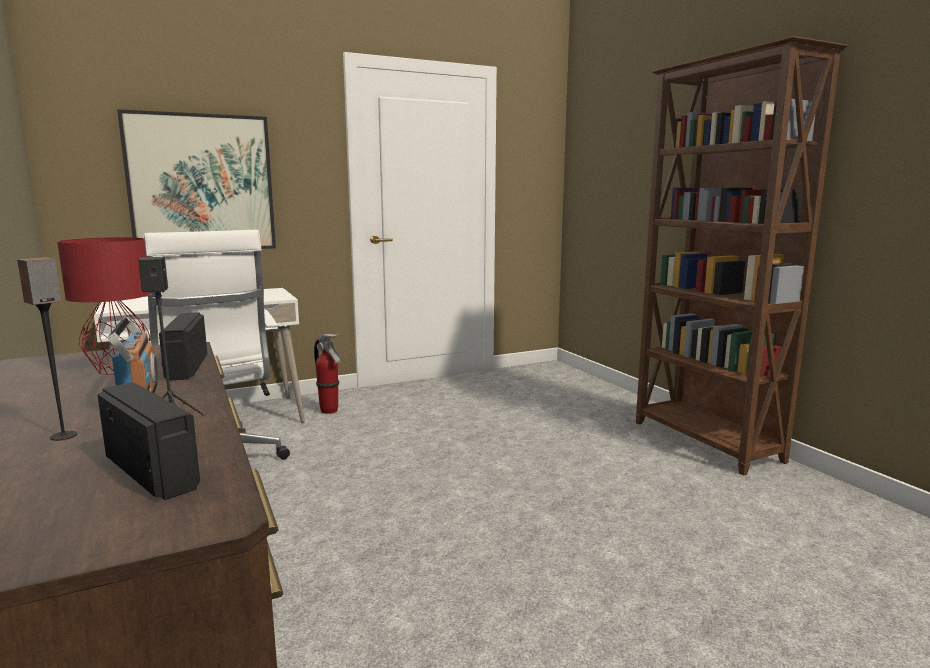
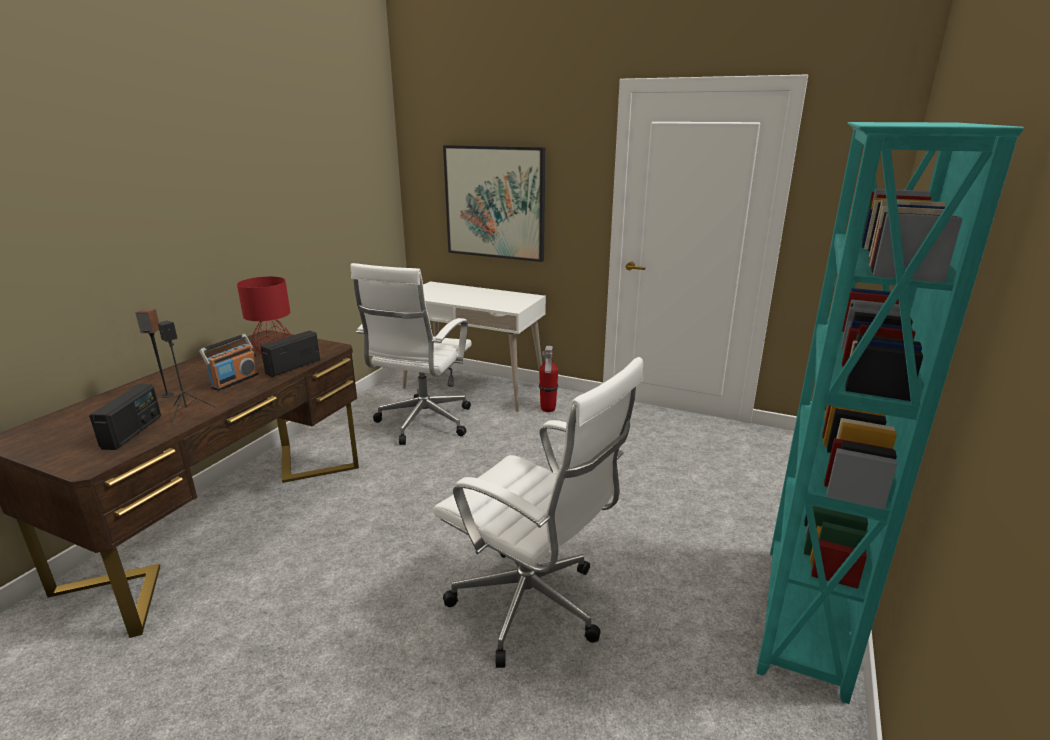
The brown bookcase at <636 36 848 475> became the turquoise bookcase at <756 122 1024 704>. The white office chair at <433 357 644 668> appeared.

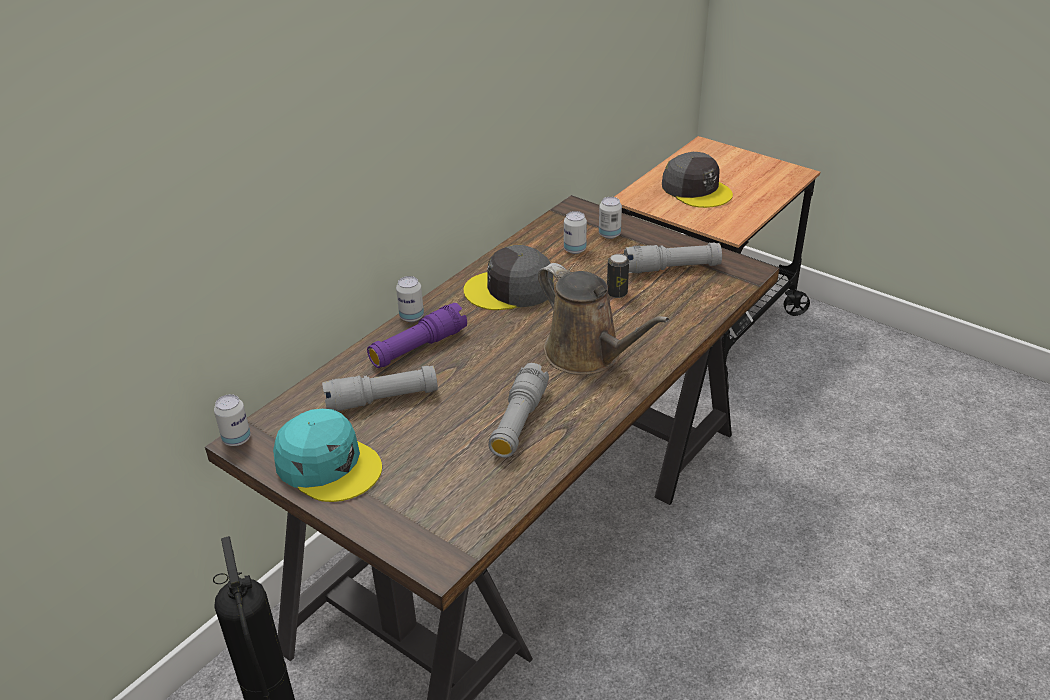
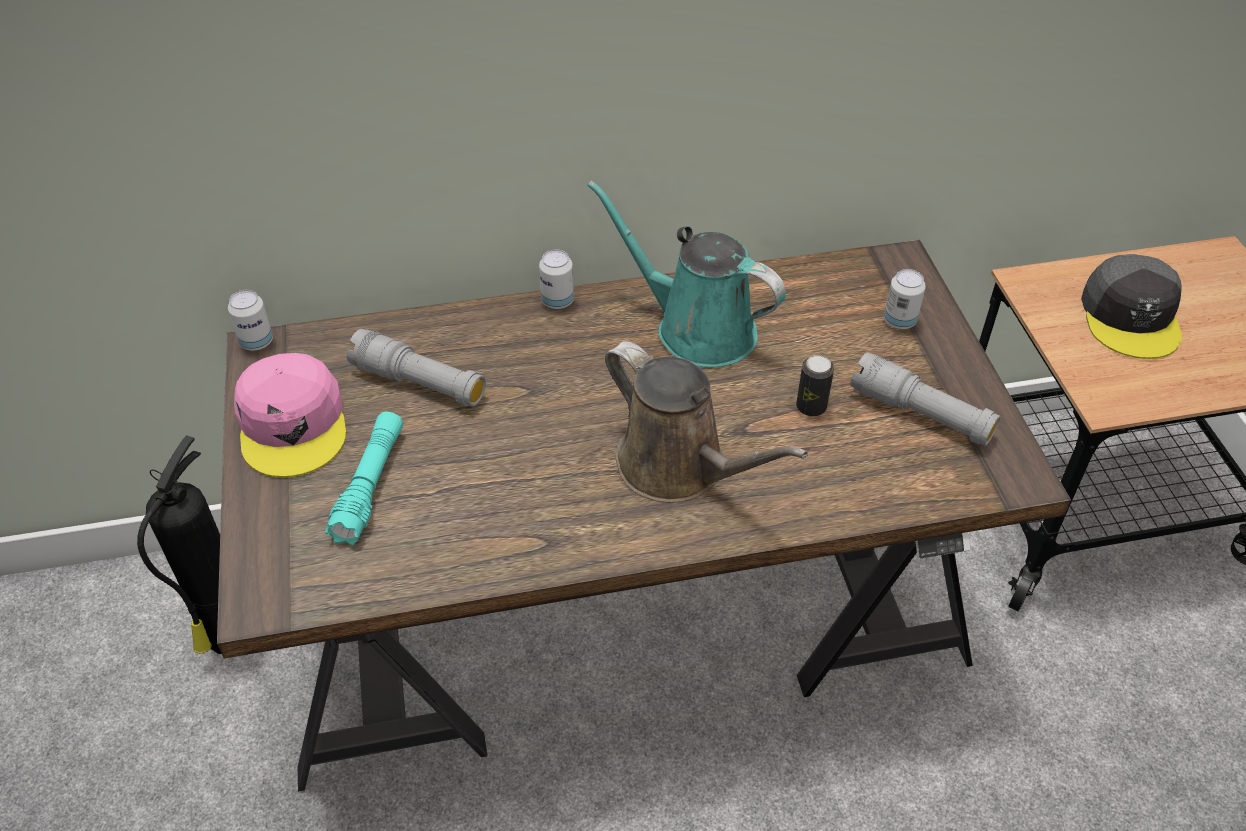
The can at <564 211 587 254> disappeared. The grey cap at <463 245 554 310> was replaced by the turquoise watering can at <587 180 786 368>. The brown watering can at <538 263 669 375> turned 45 degrees counterclockwise. The purple flashlight at <367 303 467 368> disappeared. The grey flashlight at <488 363 549 458> disappeared. The turquoise cap at <273 409 382 502> became the pink cap at <234 353 346 478>. The turquoise flashlight at <325 412 403 546> appeared.

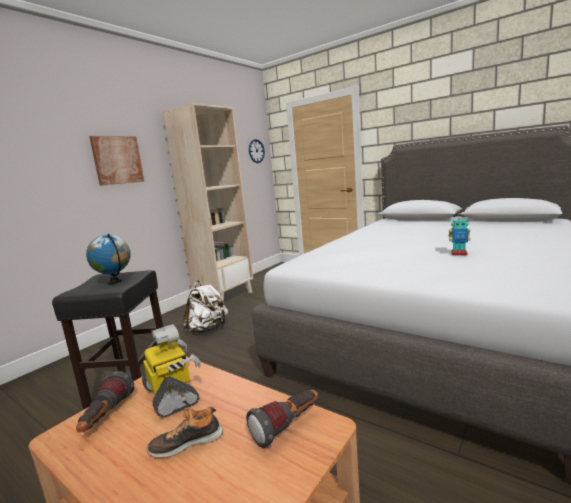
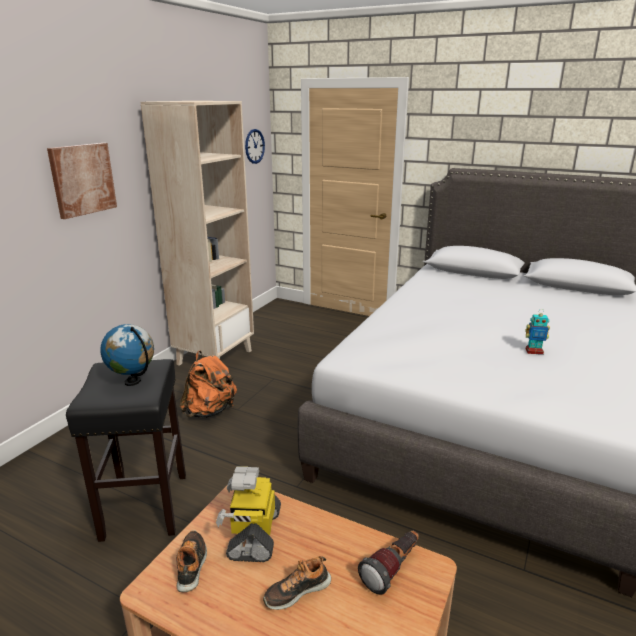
The white backpack at <183 280 228 333> became the orange backpack at <180 351 237 418>. The toy robot at <142 324 201 417> turned 135 degrees counterclockwise. The flashlight at <76 371 134 432> was replaced by the shoe at <176 530 207 592>.

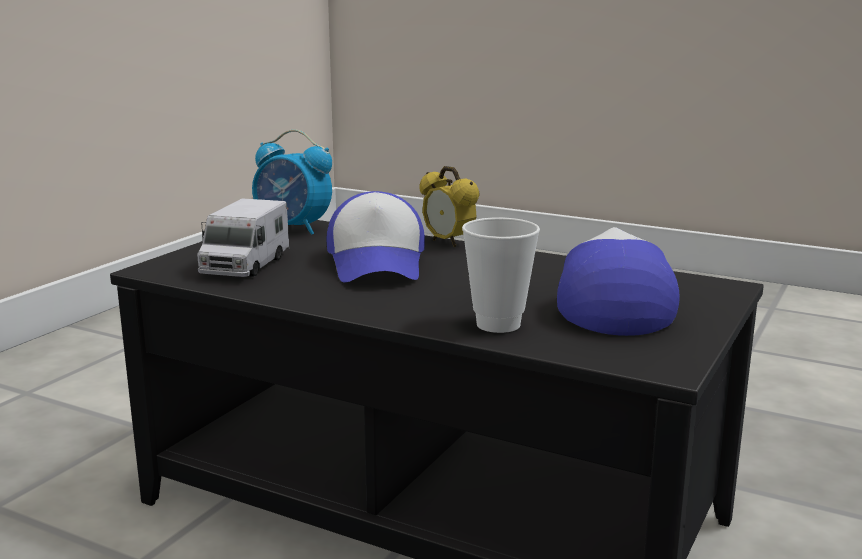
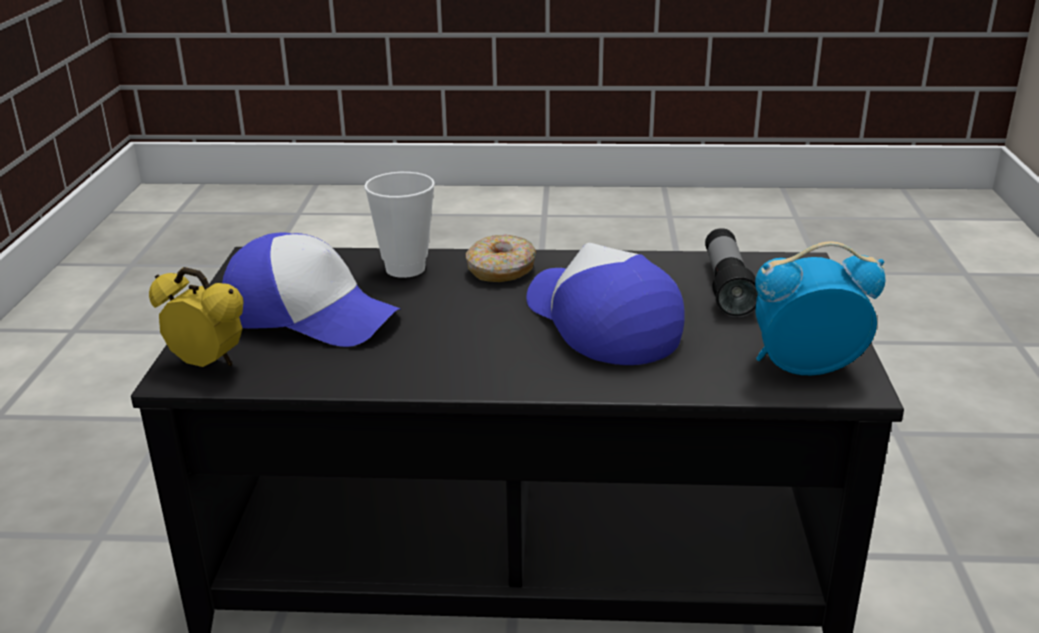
The alarm clock moved from <419 166 480 247> to <149 267 244 367>. The toy truck at <197 198 290 277> was replaced by the flashlight at <705 228 758 317>. The cap at <557 227 680 336> turned 45 degrees counterclockwise. The donut at <466 234 536 282> appeared.

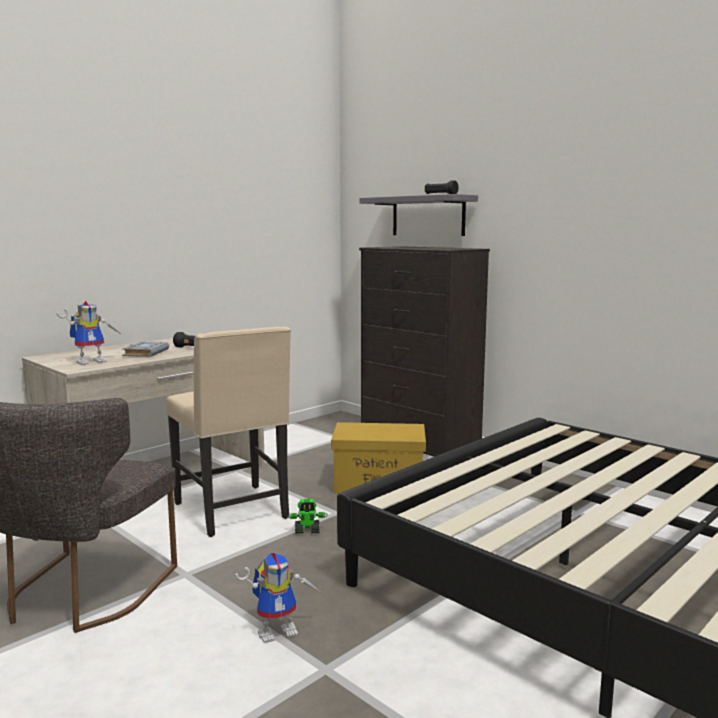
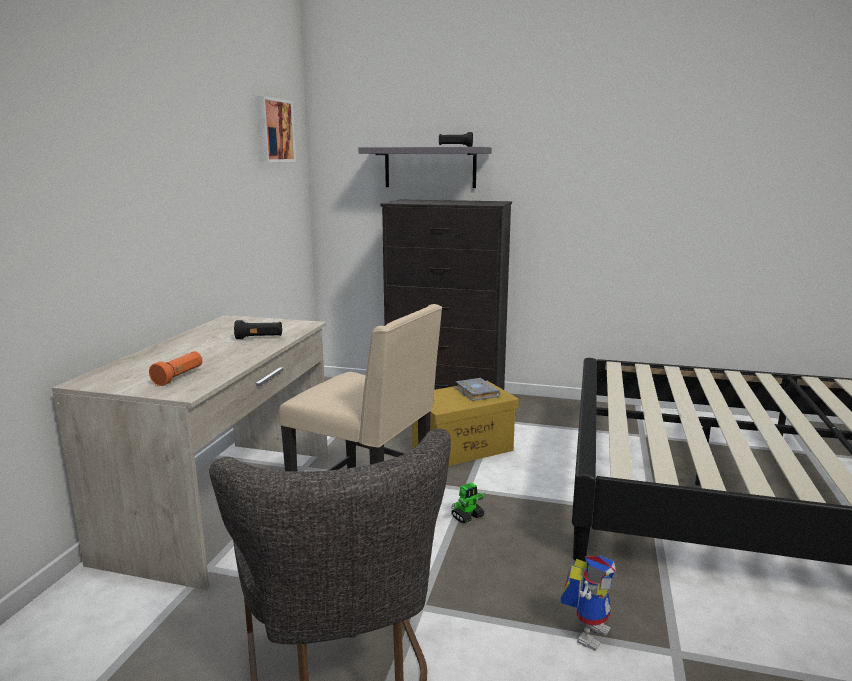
The toy robot at <57 301 122 365> was replaced by the orange flashlight at <149 351 202 386>. The grey book moved from <122 342 169 357> to <455 378 501 401>. The picture at <256 96 296 162> appeared.

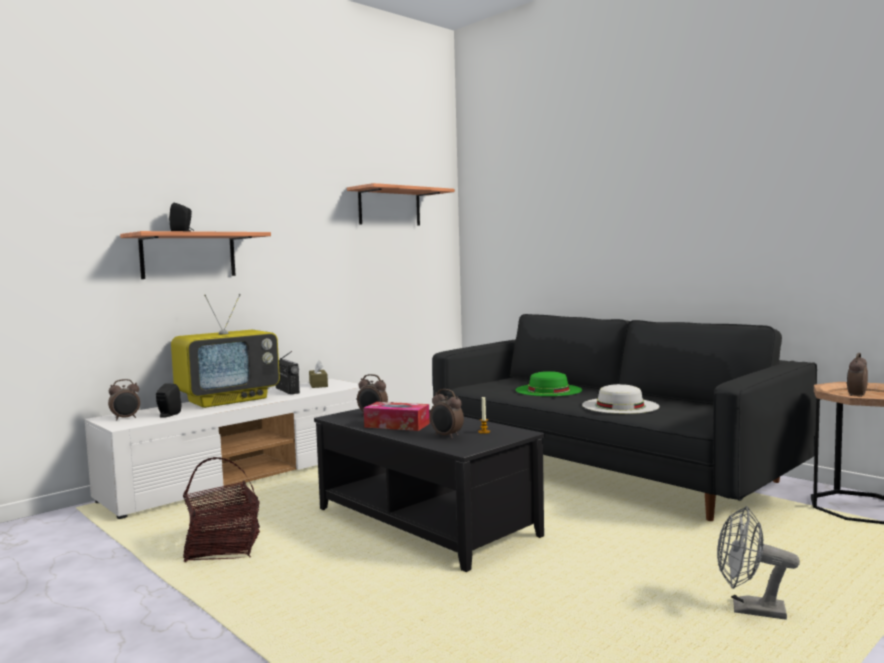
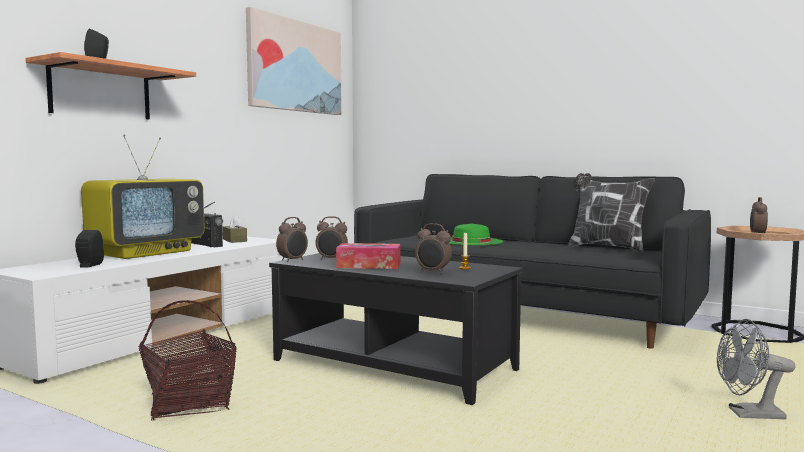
The shelf at <347 183 455 225> was replaced by the picture at <246 7 342 115>. The alarm clock moved from <108 379 140 420> to <276 217 308 262>. The white hat at <582 384 659 414> disappeared. The pillow at <568 173 655 253> appeared.

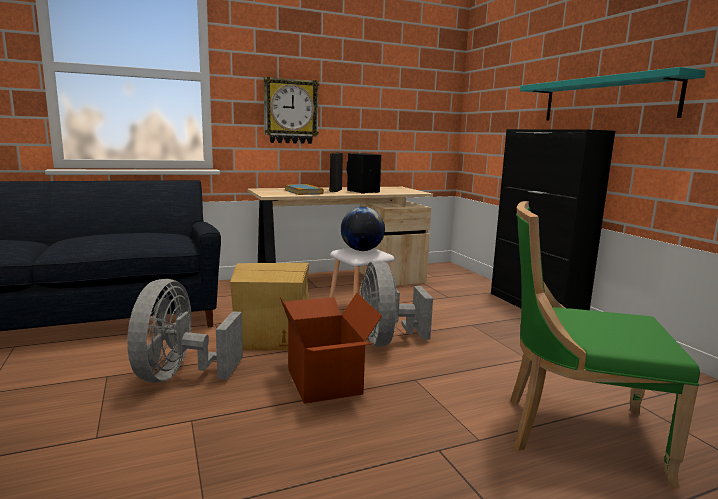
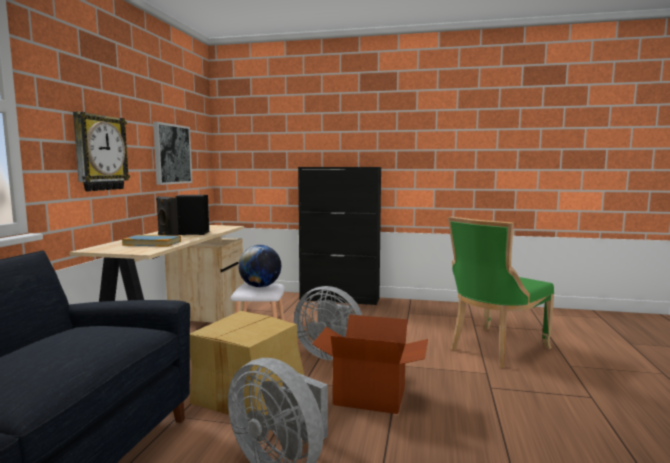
The turquoise shelf at <520 67 706 121> disappeared. The picture at <153 122 192 185> appeared.

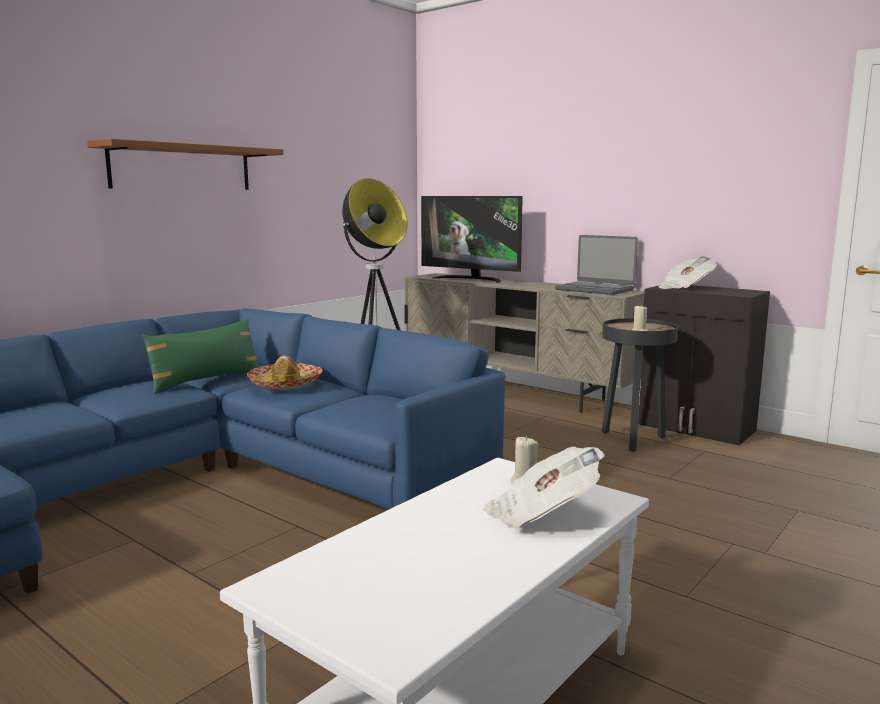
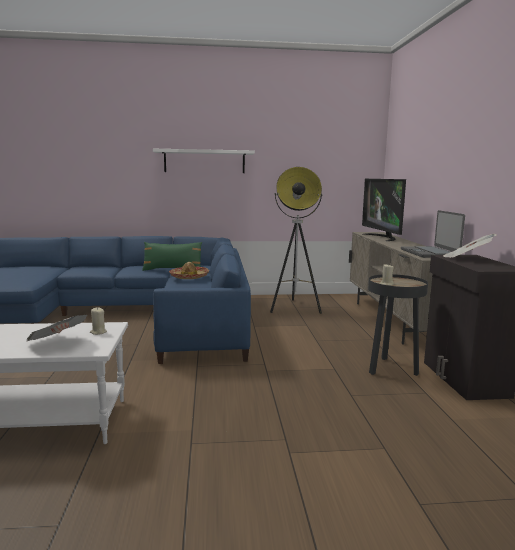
The brown shelf at <87 139 284 190> became the white shelf at <153 149 255 173>.

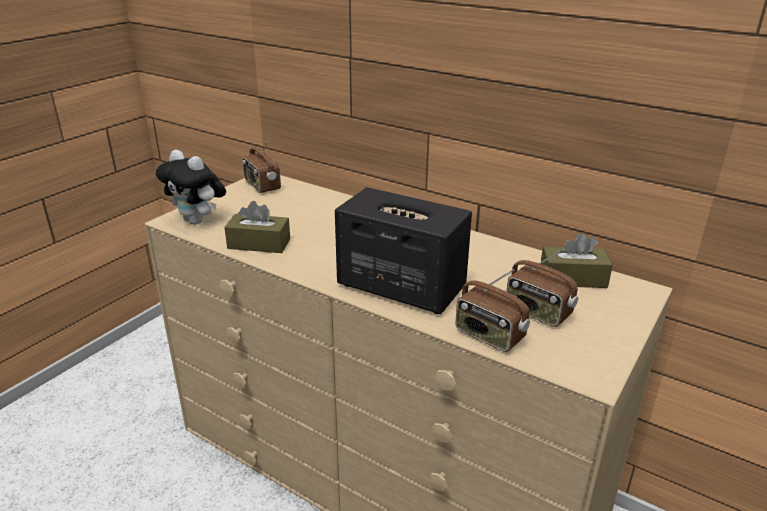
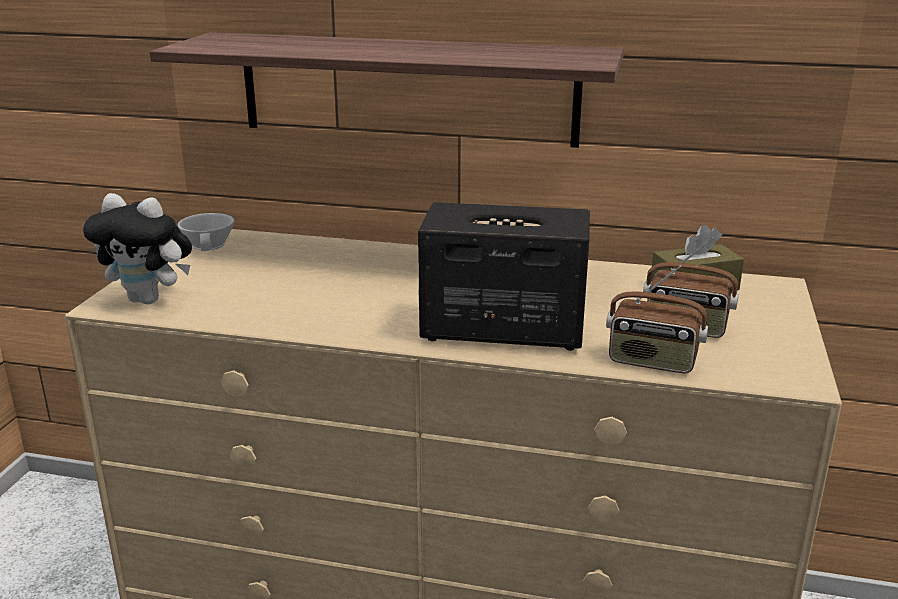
The radio at <242 138 281 193> was replaced by the white cup at <178 213 234 251>. The brown tissue box at <224 201 290 253> disappeared. The shelf at <150 32 624 148> appeared.

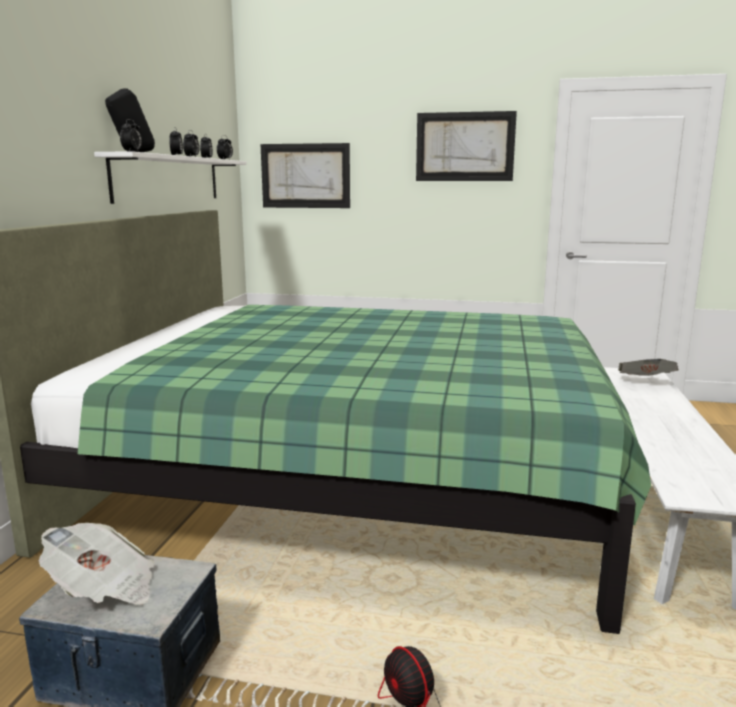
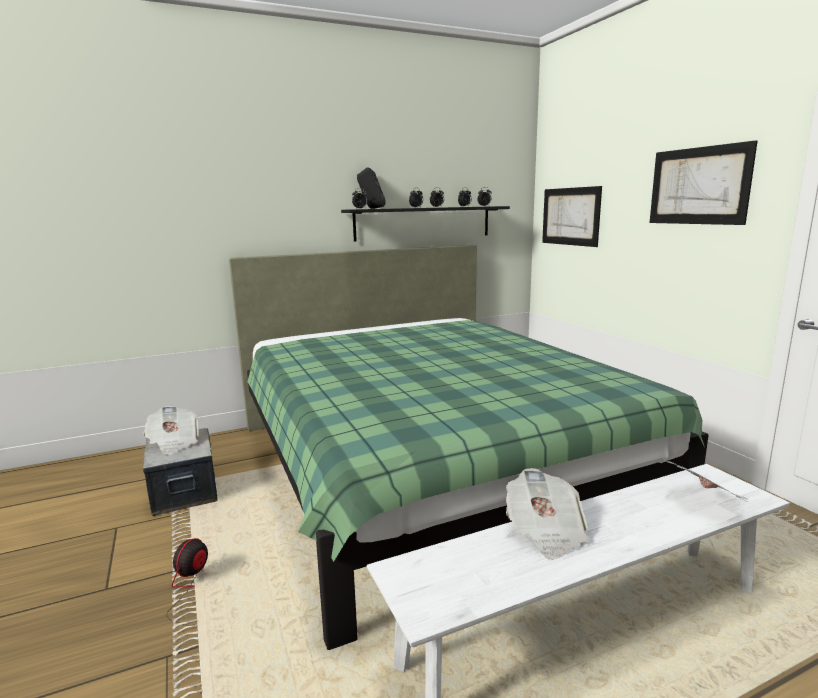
The white shelf at <94 151 247 204> became the black shelf at <341 206 510 241>. The newspaper at <506 468 589 560> appeared.

